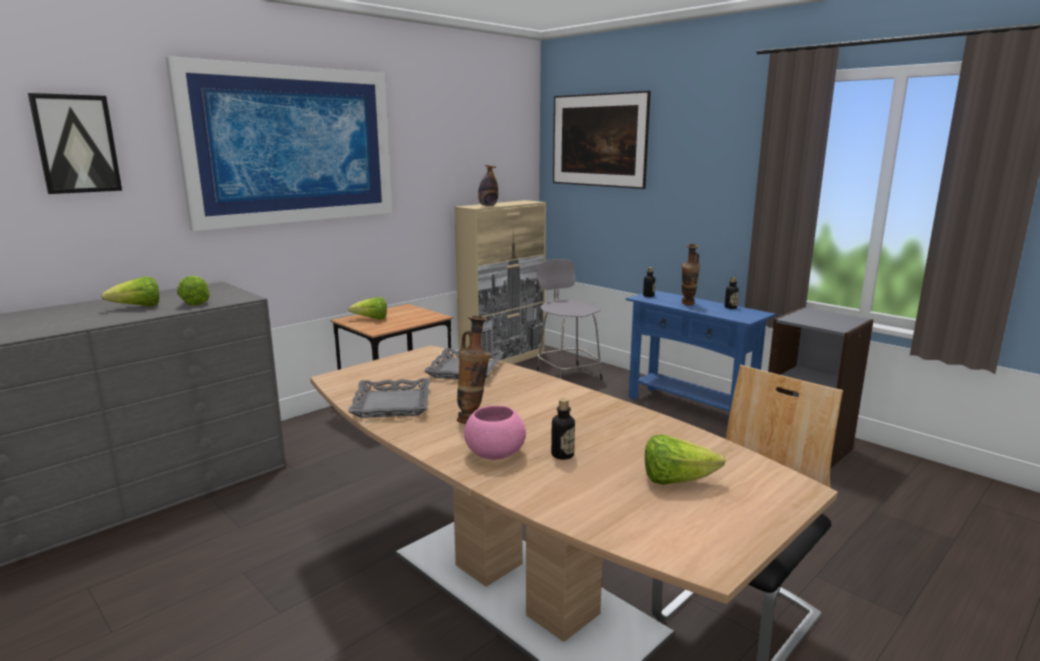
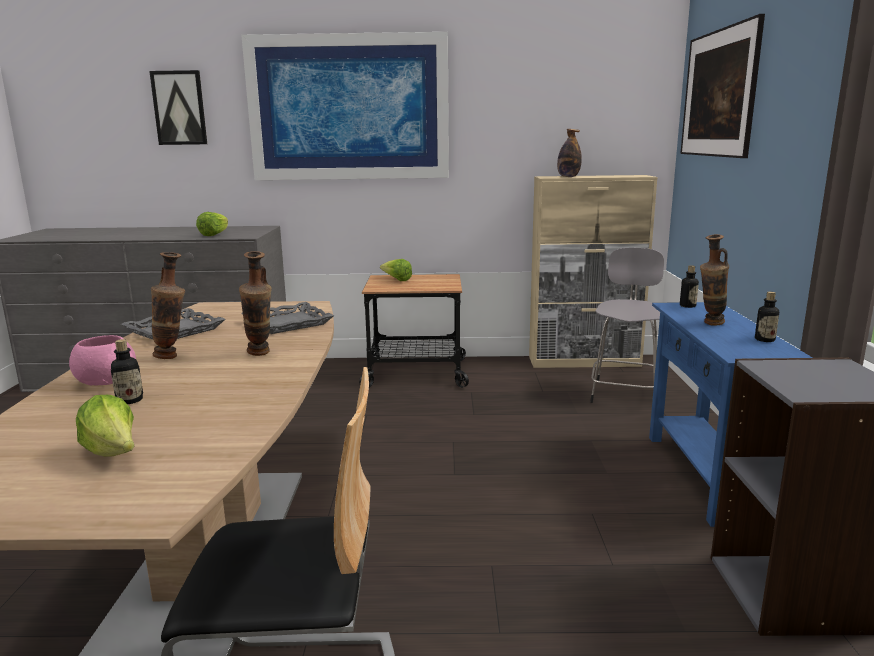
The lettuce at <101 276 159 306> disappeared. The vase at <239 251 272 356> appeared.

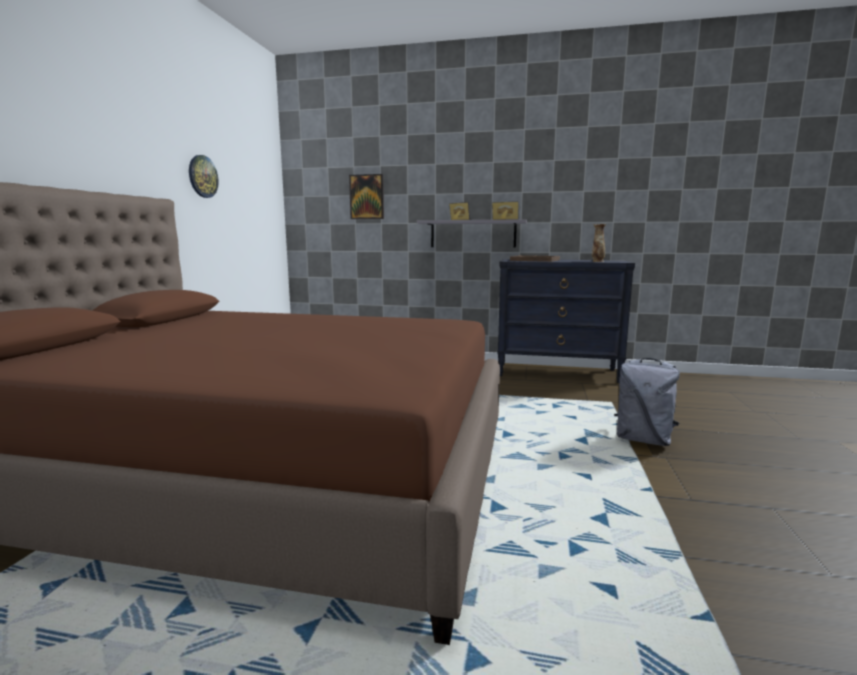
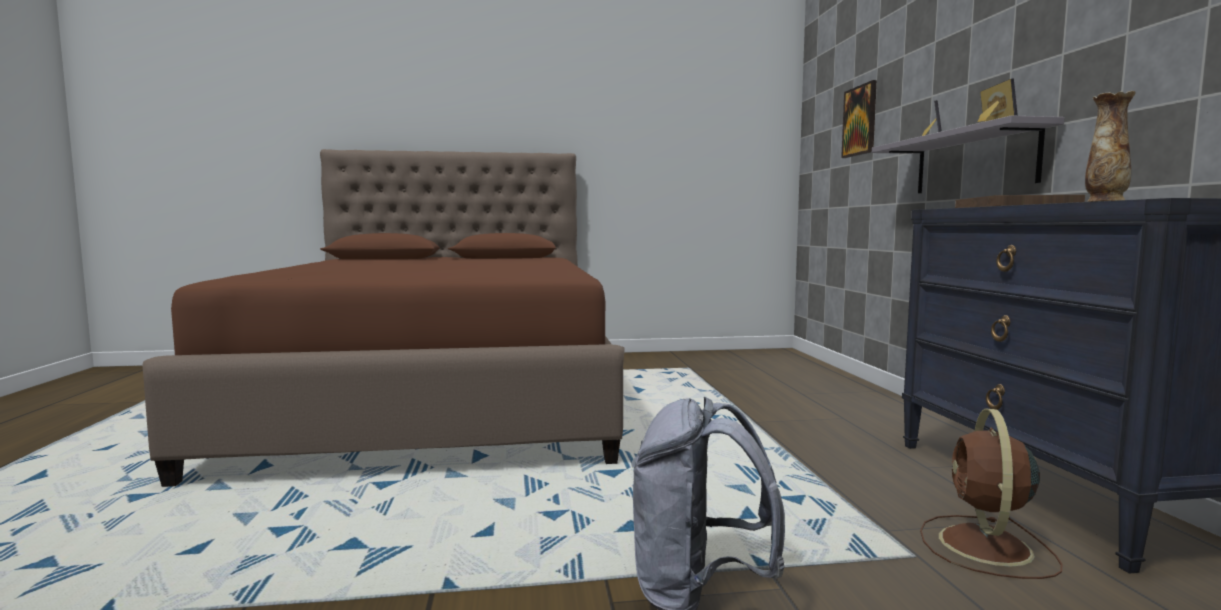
The wall clock at <189 155 219 198> disappeared. The brown fan at <920 408 1063 579> appeared.

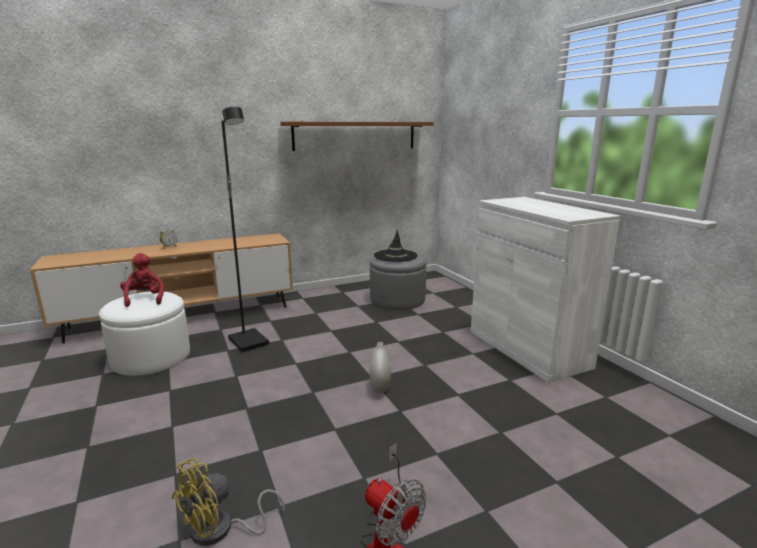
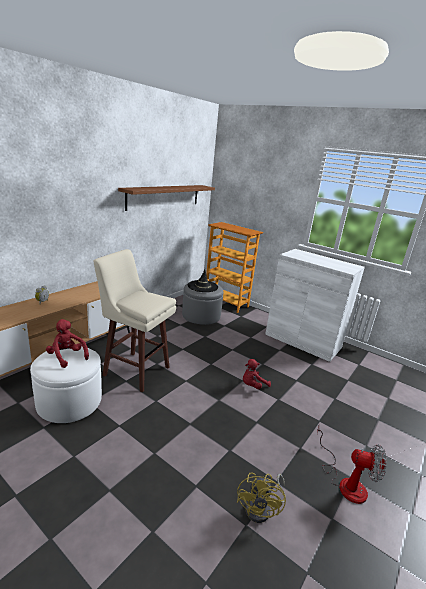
The black floor lamp at <221 107 269 353> was replaced by the beige stool at <93 249 176 392>. The white vase at <369 342 391 393> was replaced by the red plush toy at <243 359 271 389>. The bookcase at <206 222 263 313> appeared.

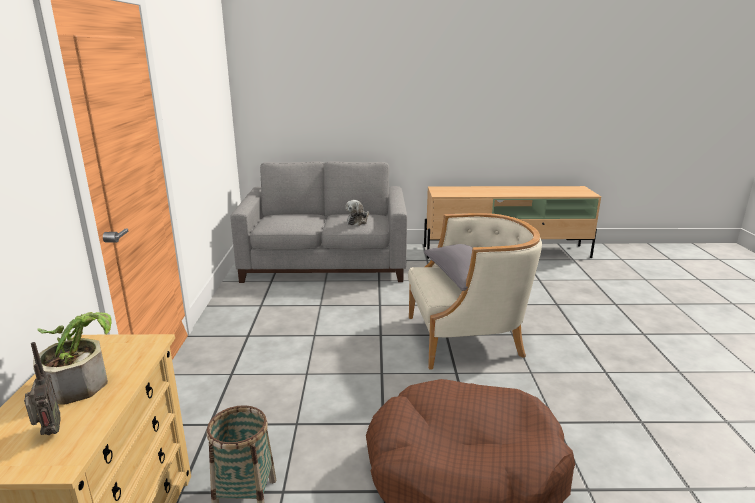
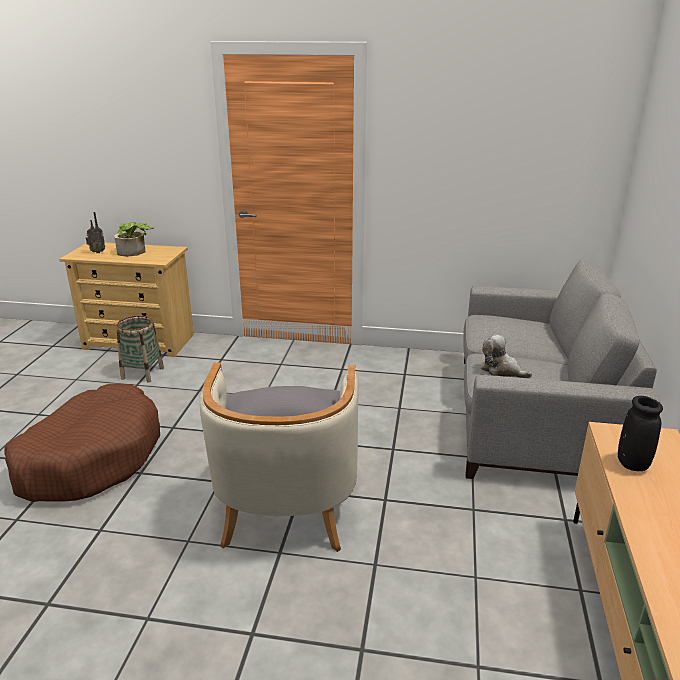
The black vase at <618 396 663 471> appeared.

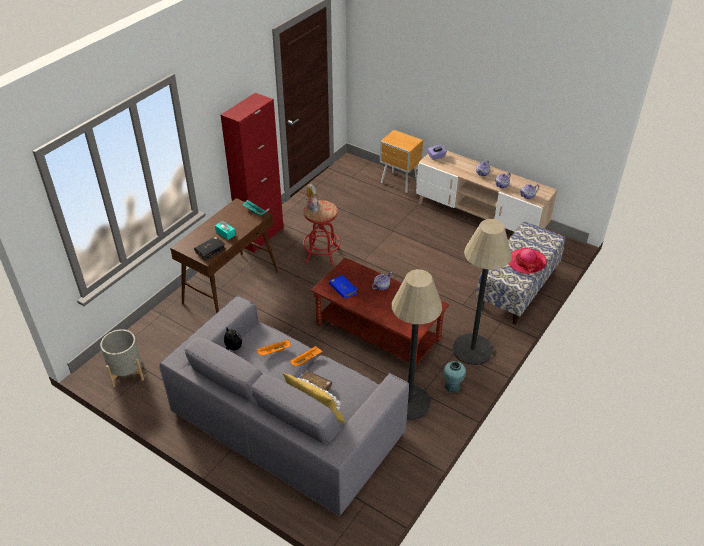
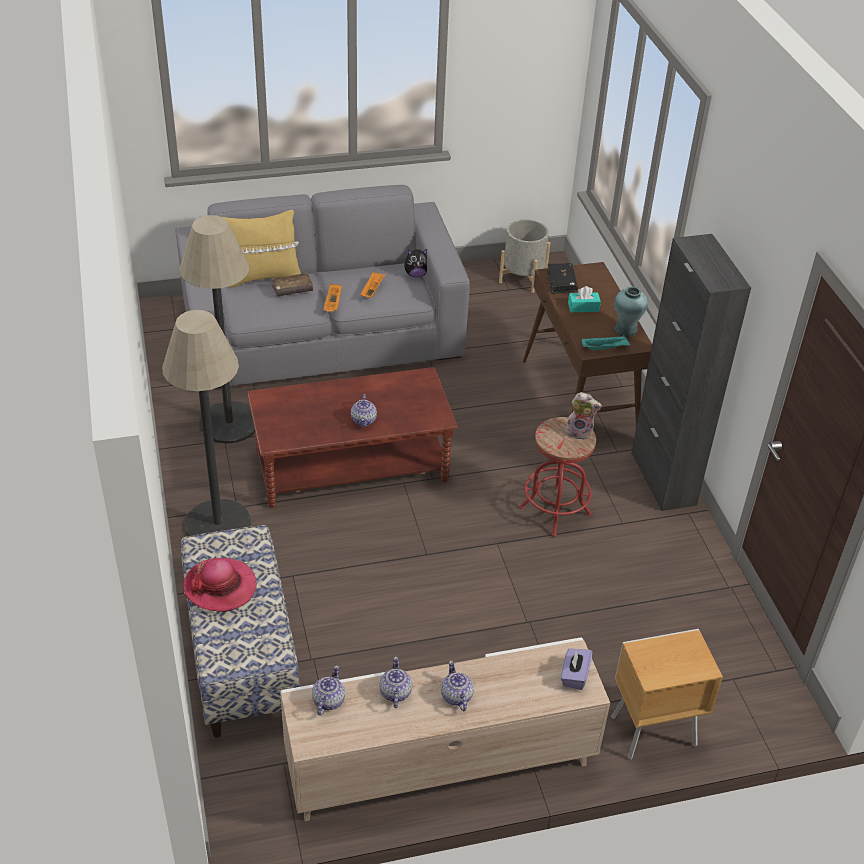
The red cabinet at <221 93 284 252> became the black cabinet at <631 234 751 511>. The blue book at <329 275 358 299> disappeared. The turquoise vase moved from <443 361 466 393> to <614 286 648 337>.

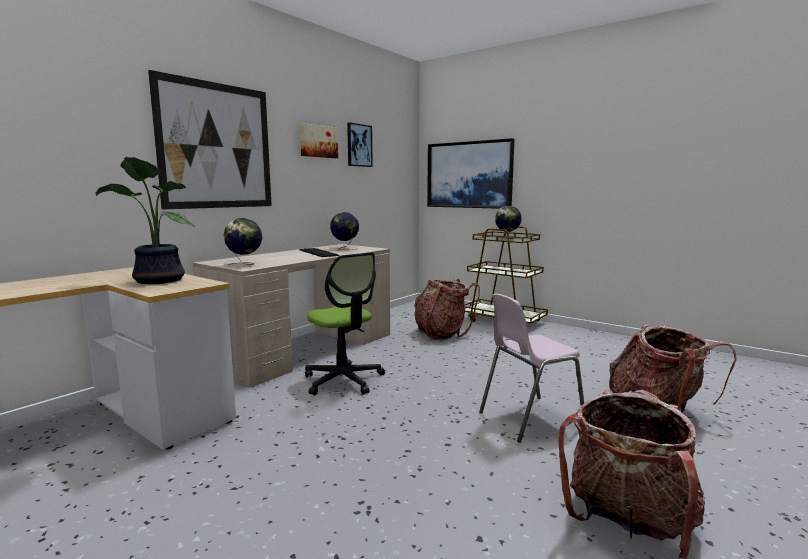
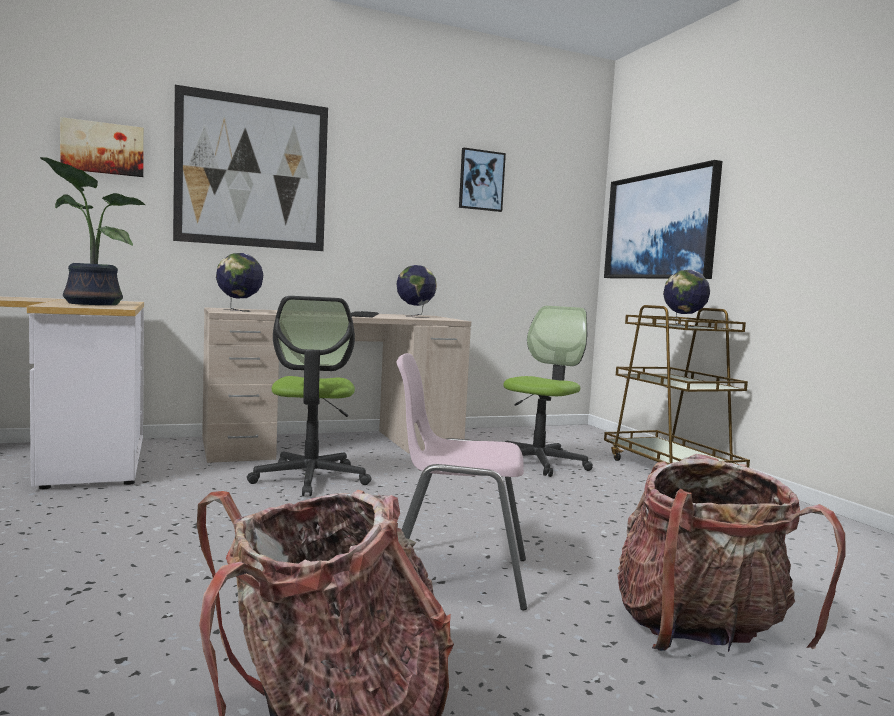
The picture moved from <300 123 338 158> to <60 117 144 177>. The backpack at <414 278 480 340> was replaced by the office chair at <503 306 593 477>.

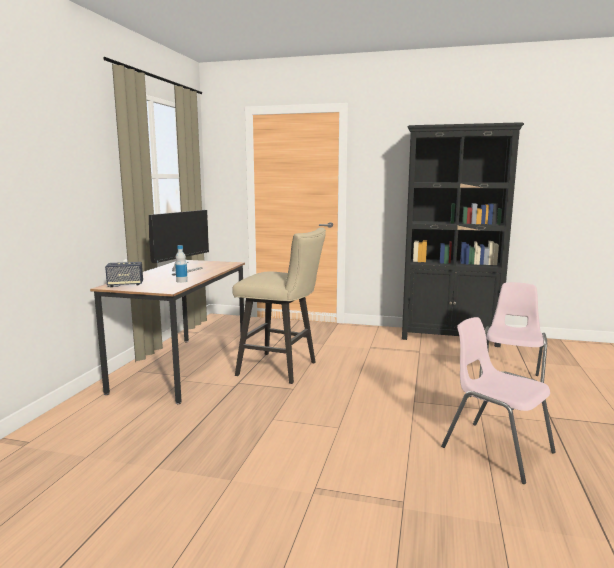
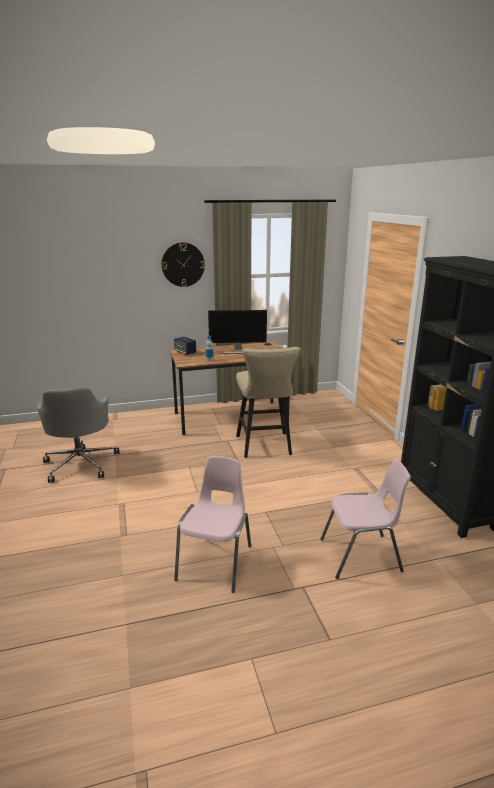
The wall clock at <162 242 205 287> appeared. The grey office chair at <37 387 119 483> appeared.

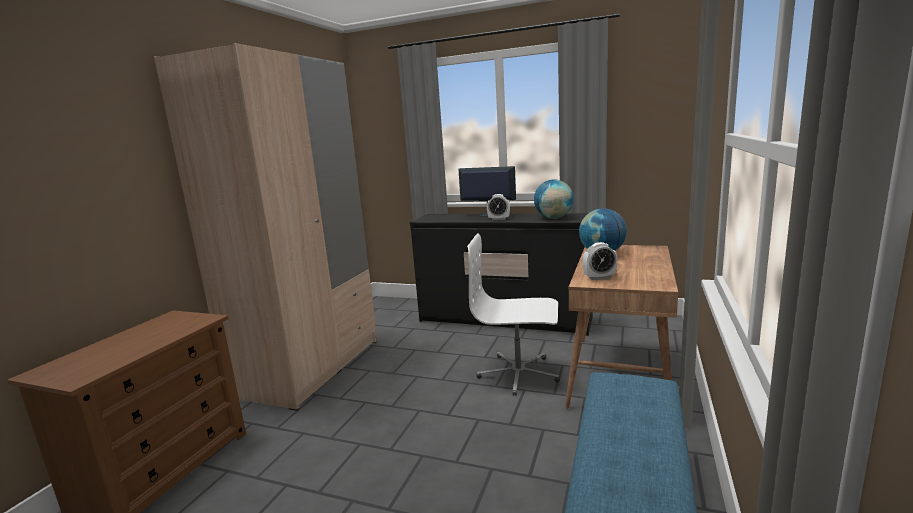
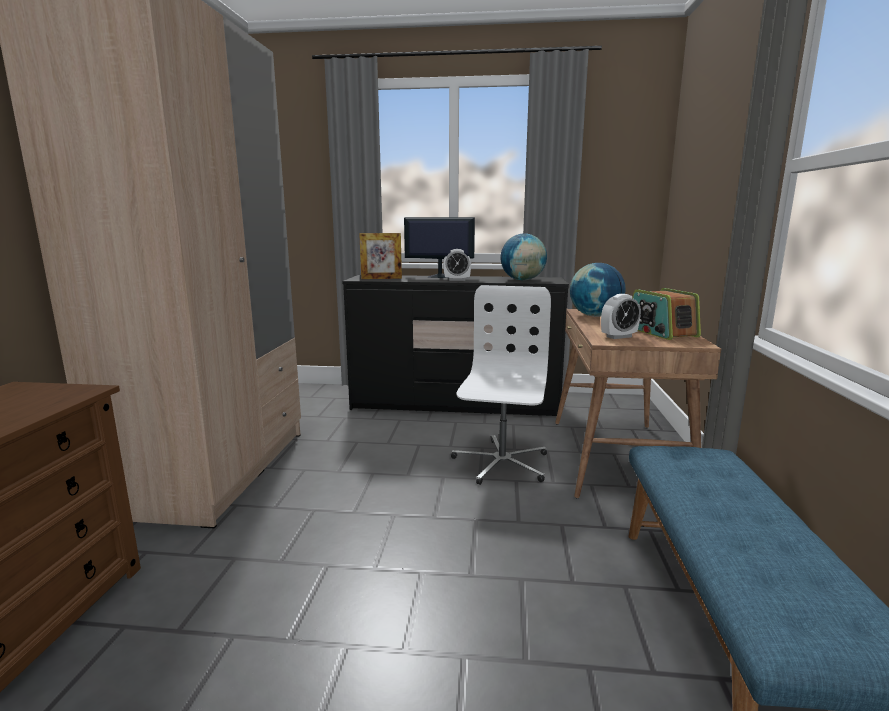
The white office chair at <467 234 560 396> turned 105 degrees clockwise. The picture frame at <359 233 402 279> appeared. The radio at <633 288 701 340> appeared.

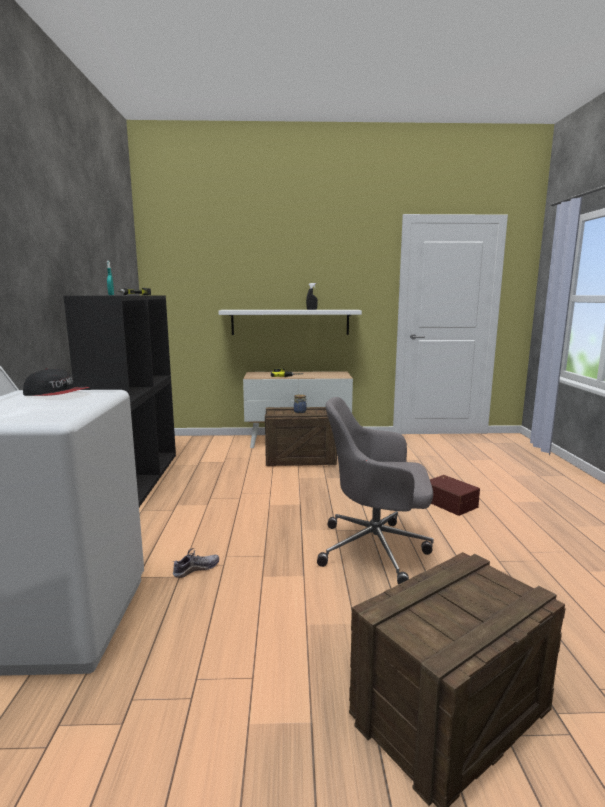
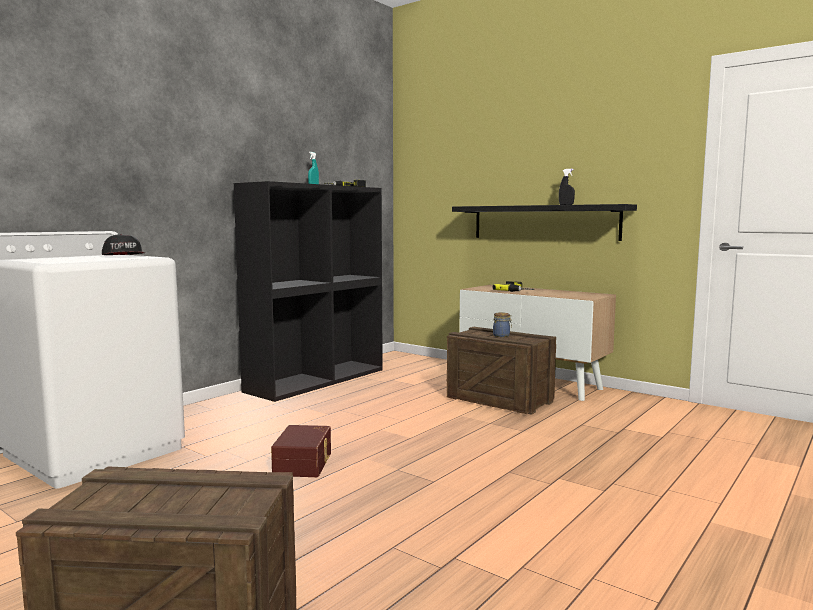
The white shelf at <218 310 362 335> became the black shelf at <452 204 637 241>. The grey office chair at <317 397 433 585> disappeared. The brown storage box moved from <430 475 480 516> to <271 425 331 477>. The shoe at <173 548 219 578> disappeared.

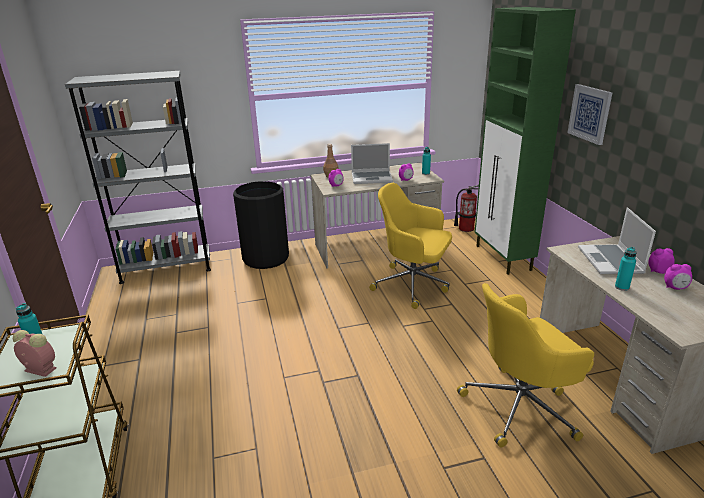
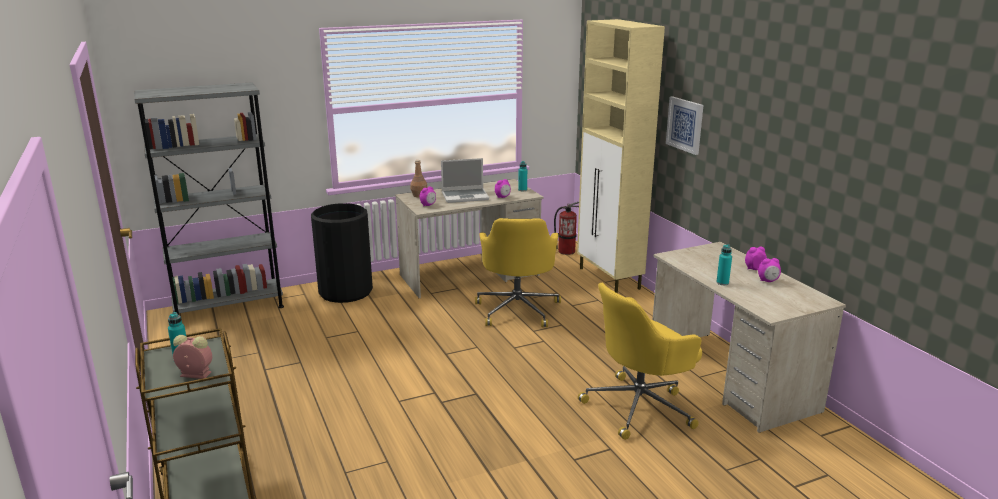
The green cabinet at <474 7 576 275> became the beige cabinet at <577 19 665 293>. The yellow office chair at <369 183 452 309> turned 105 degrees counterclockwise. The laptop at <578 208 656 274> disappeared.

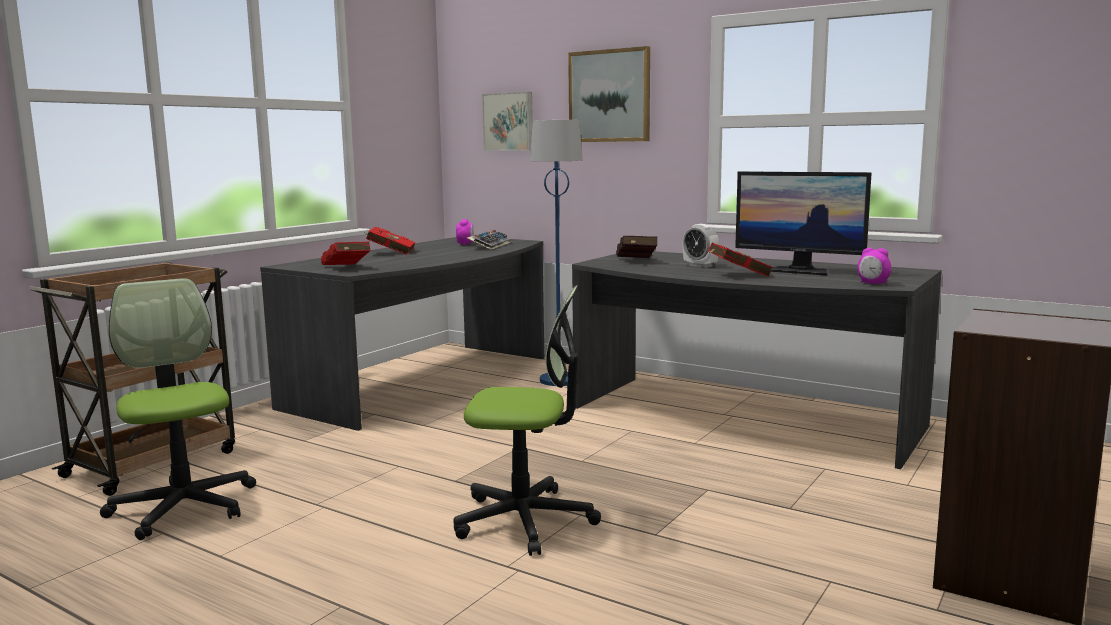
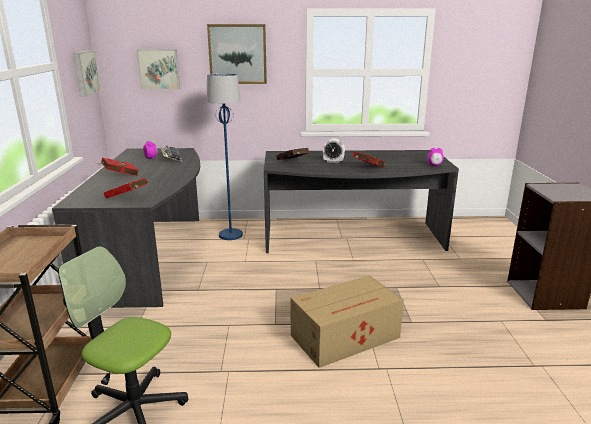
The monitor at <735 171 872 276> disappeared. The office chair at <453 285 601 556> was replaced by the cardboard box at <291 275 404 368>. The picture at <73 51 100 97> appeared.

